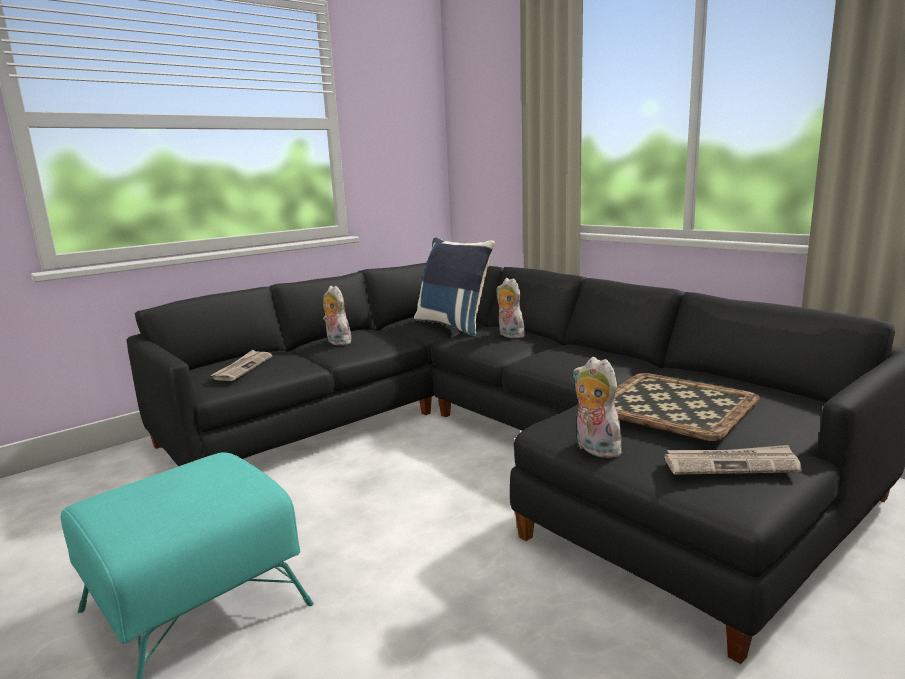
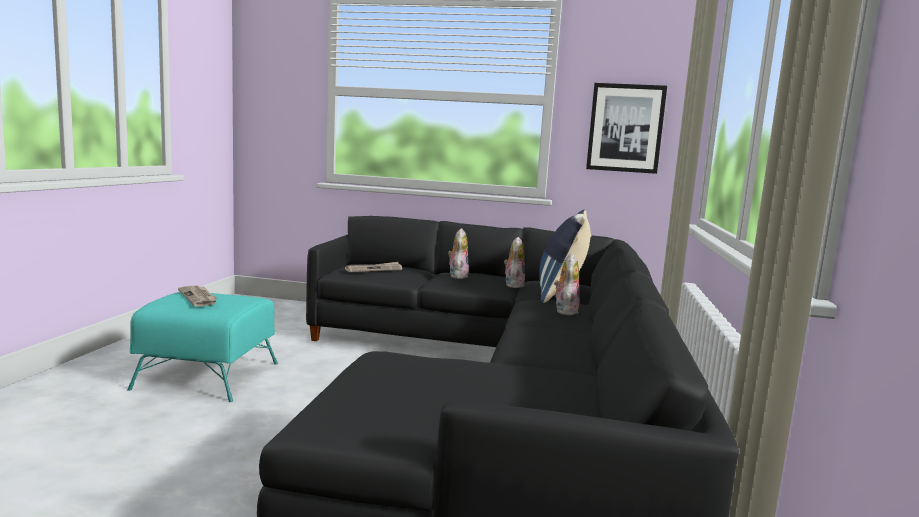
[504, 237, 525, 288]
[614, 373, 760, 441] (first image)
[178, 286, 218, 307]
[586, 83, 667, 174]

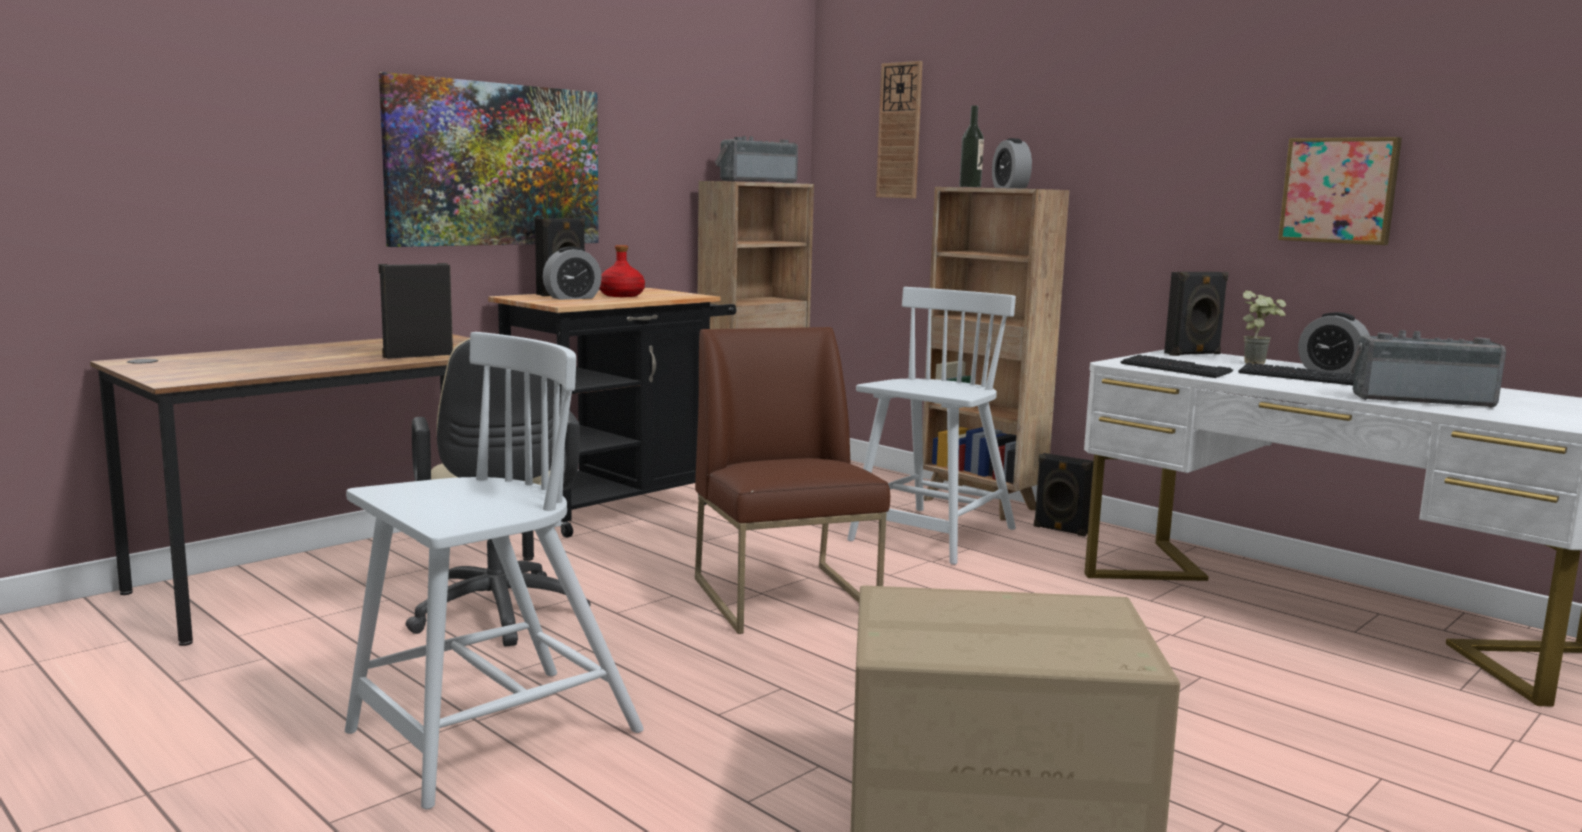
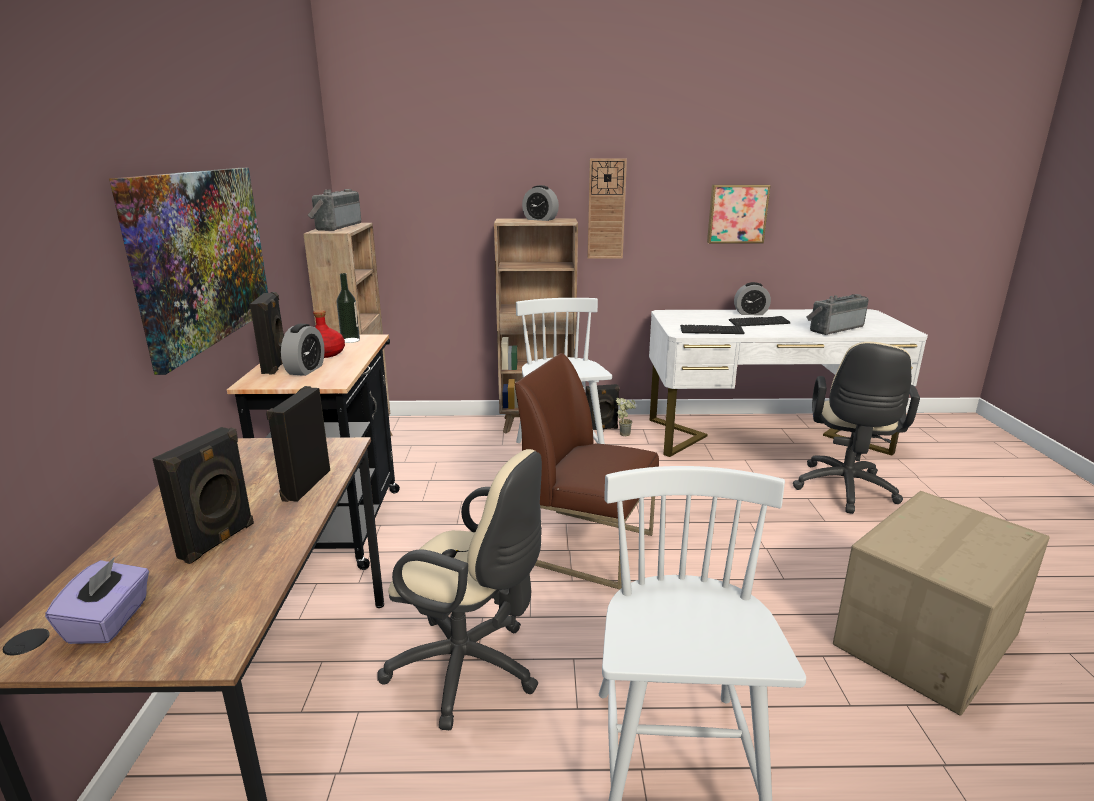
[587, 158, 627, 259]
[336, 273, 360, 343]
[152, 427, 254, 564]
[616, 398, 636, 436]
[793, 342, 920, 514]
[45, 557, 149, 644]

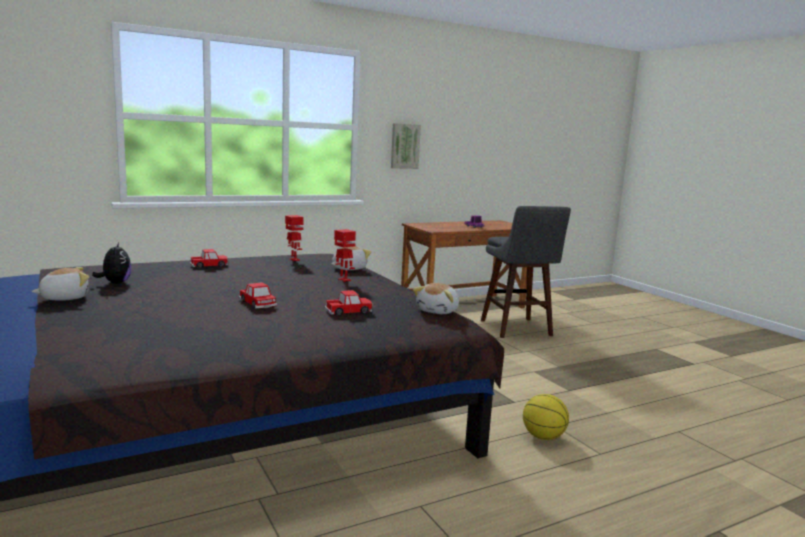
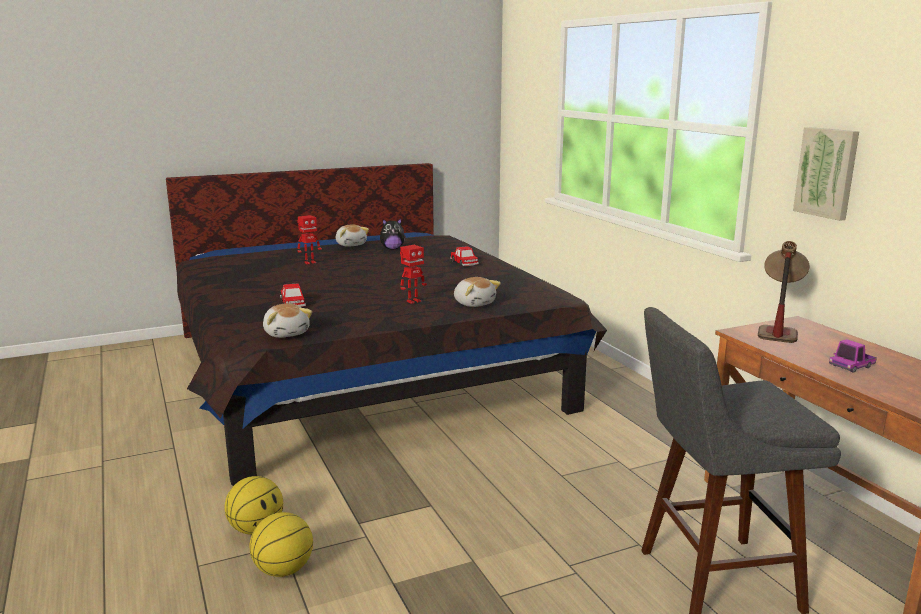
[297, 215, 322, 264]
[239, 282, 277, 309] (first image)
[263, 303, 312, 338]
[758, 241, 809, 343]
[249, 512, 313, 577]

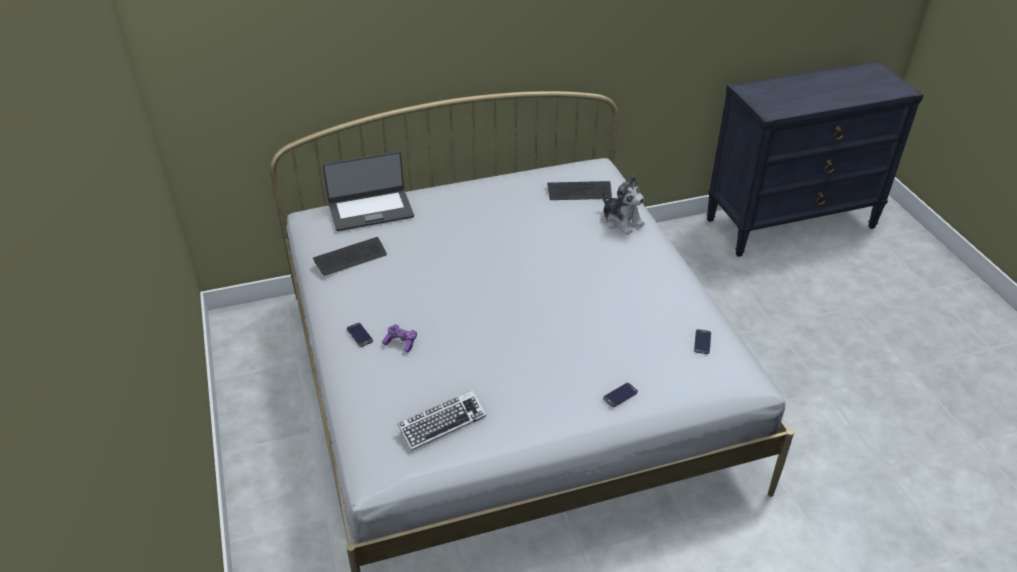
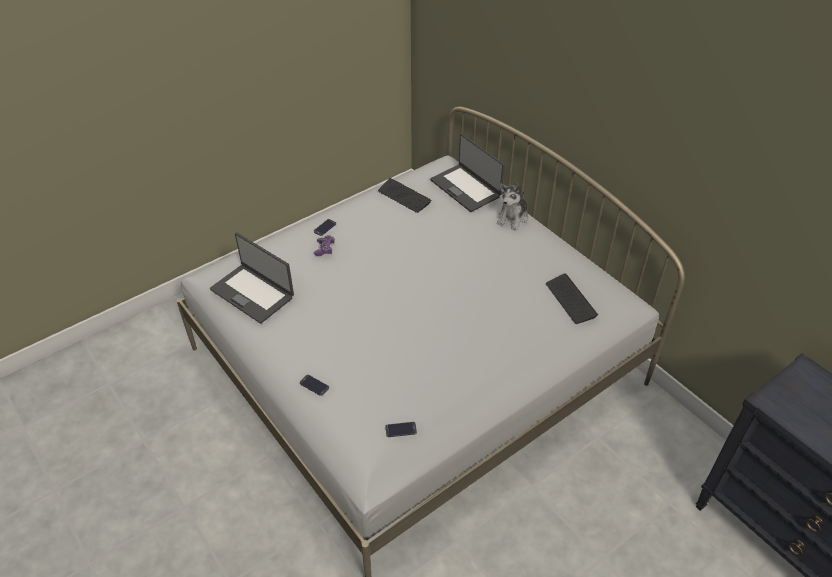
[497, 184, 528, 230]
[210, 233, 294, 323]

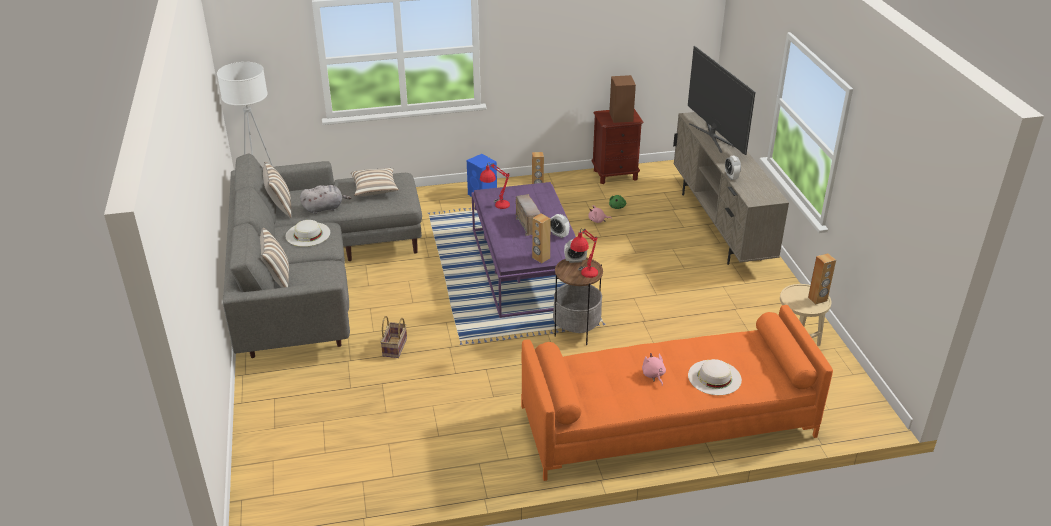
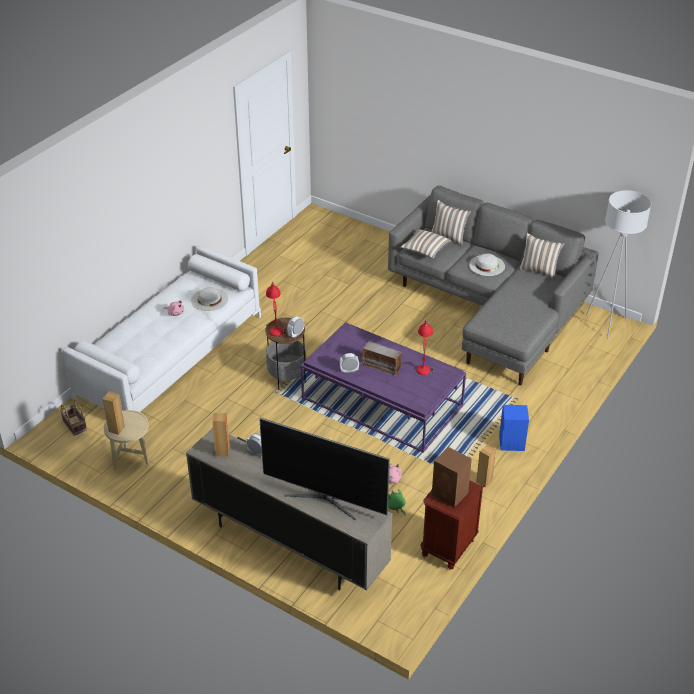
[401, 229, 452, 259]
[300, 185, 352, 214] (first image)
[212, 413, 230, 456]
[63, 245, 261, 412]
[60, 399, 87, 436]
[191, 287, 228, 311]

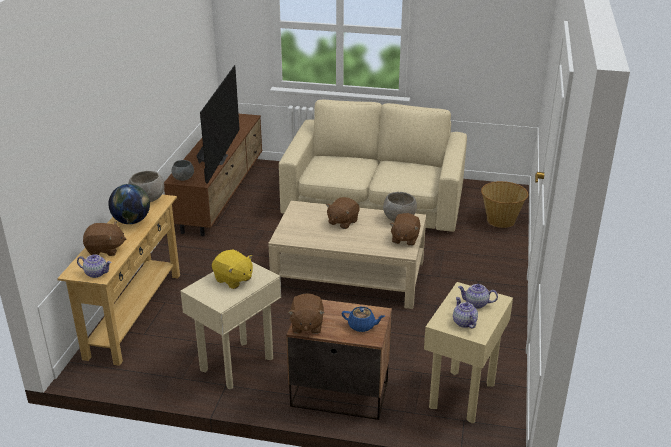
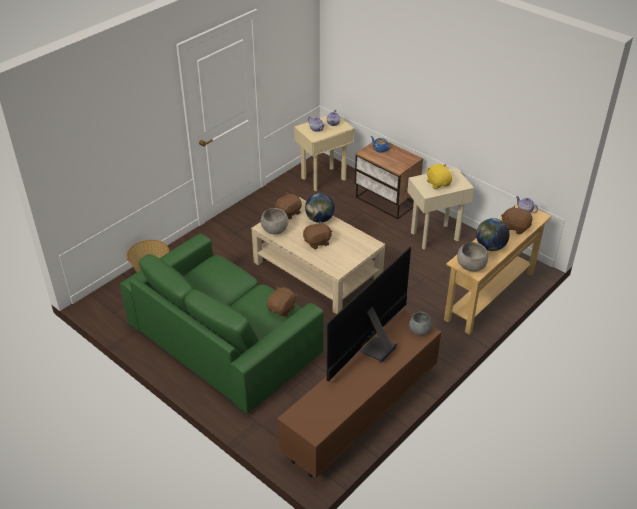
[120, 234, 324, 414]
[267, 286, 297, 317]
[305, 193, 335, 223]

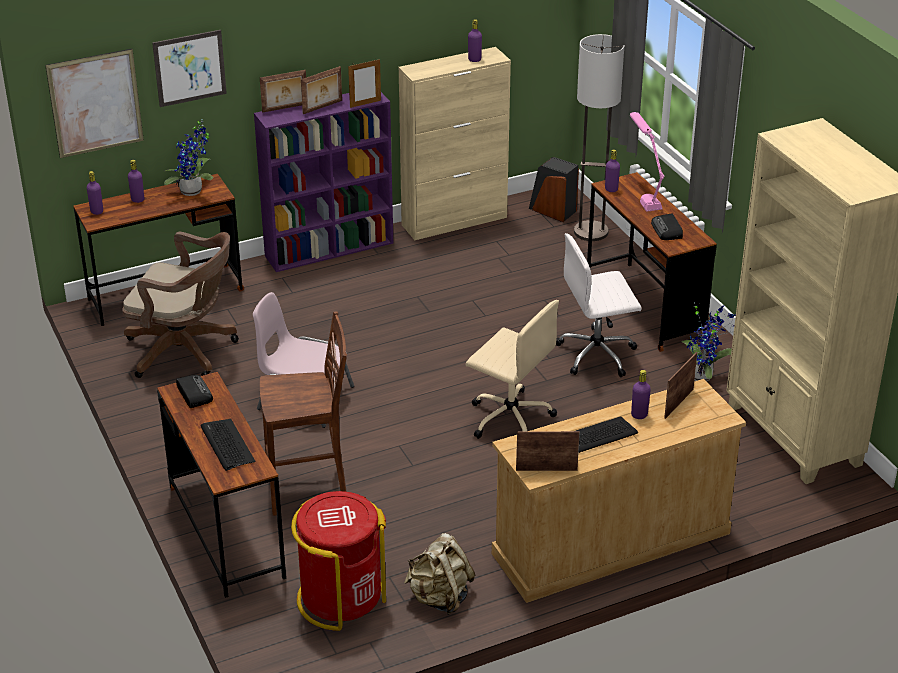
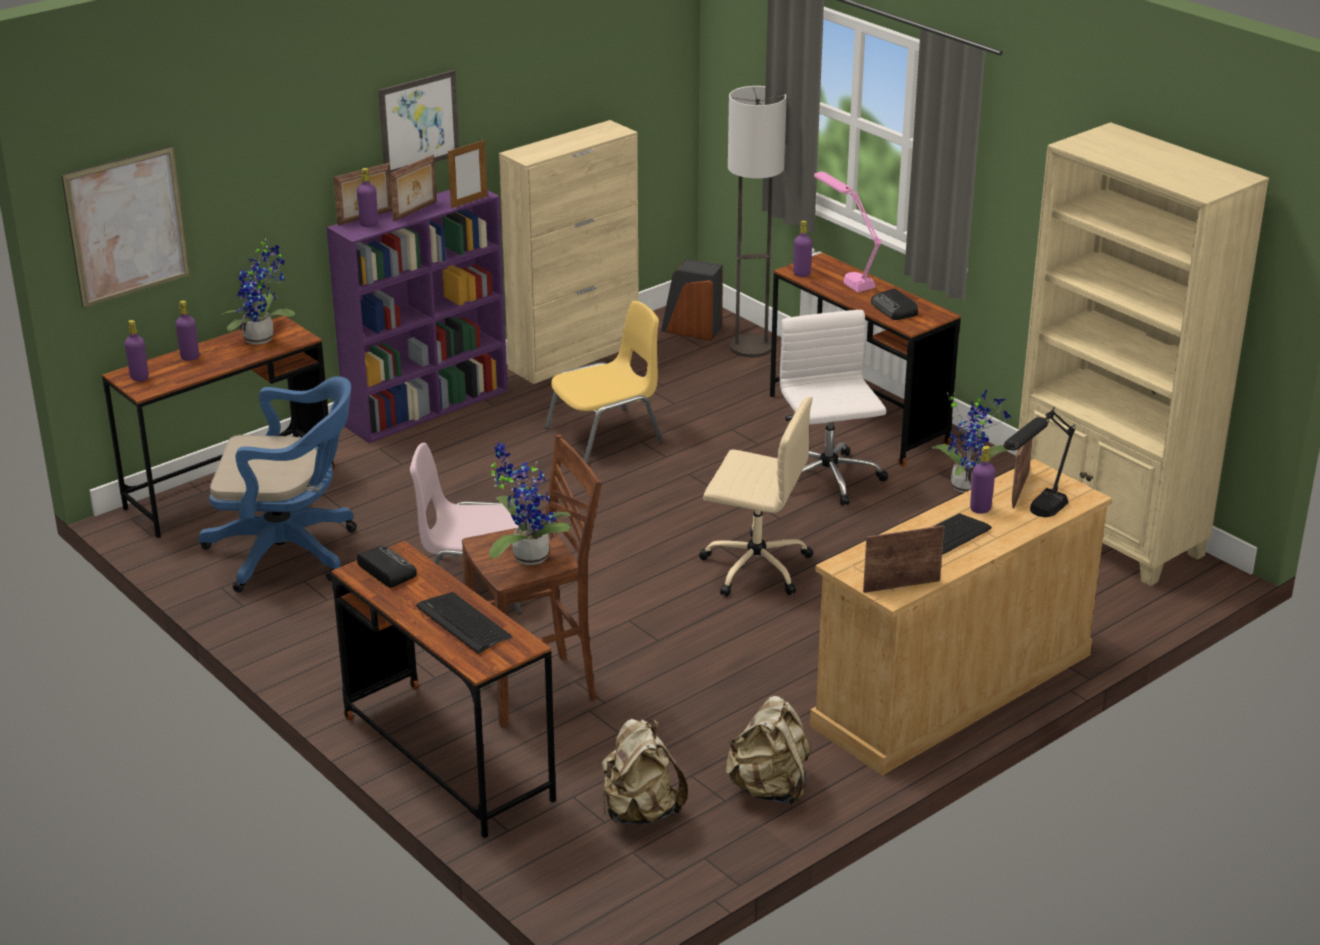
[357, 168, 378, 227]
[378, 70, 459, 173]
[199, 376, 357, 592]
[780, 310, 888, 506]
[602, 719, 688, 825]
[545, 301, 663, 464]
[1004, 407, 1075, 517]
[489, 442, 571, 565]

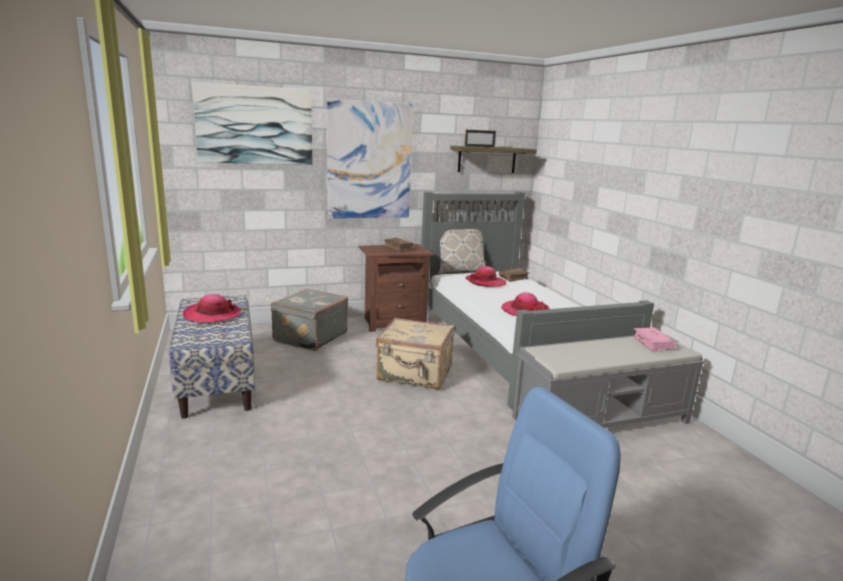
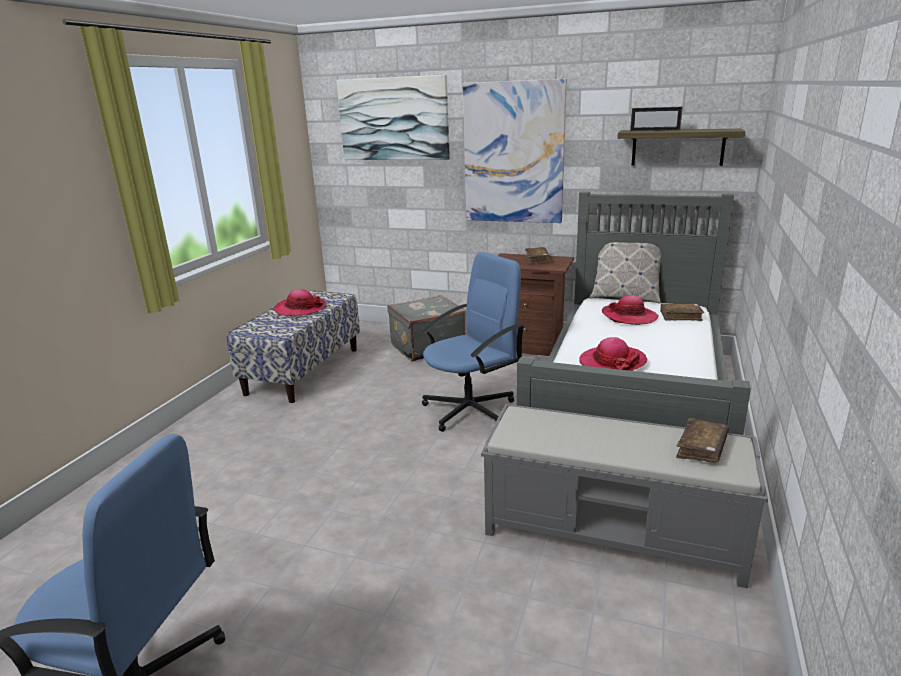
[422, 252, 525, 432]
[676, 418, 729, 463]

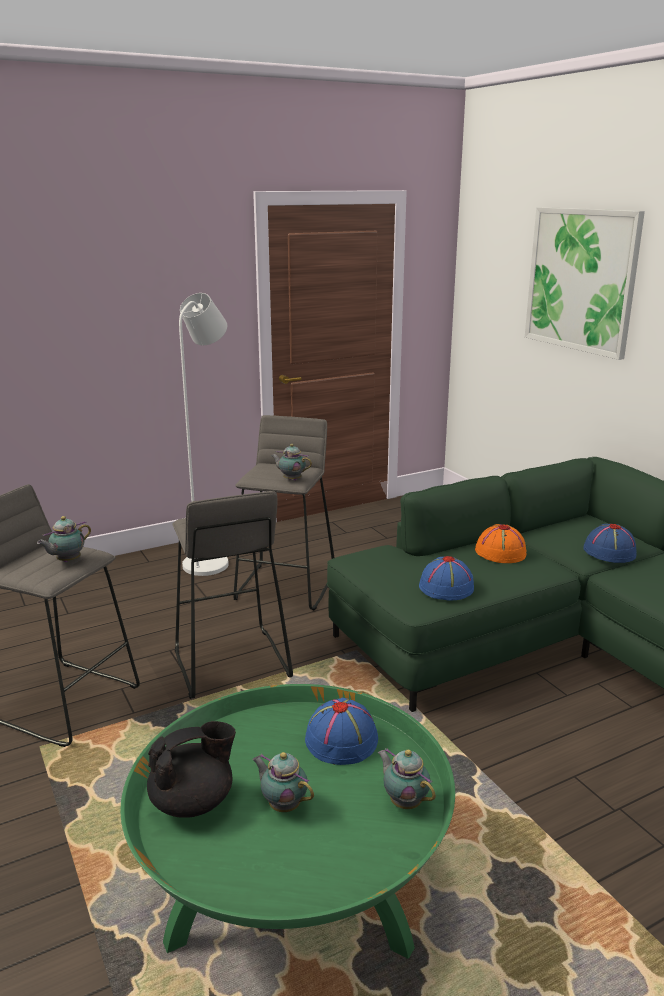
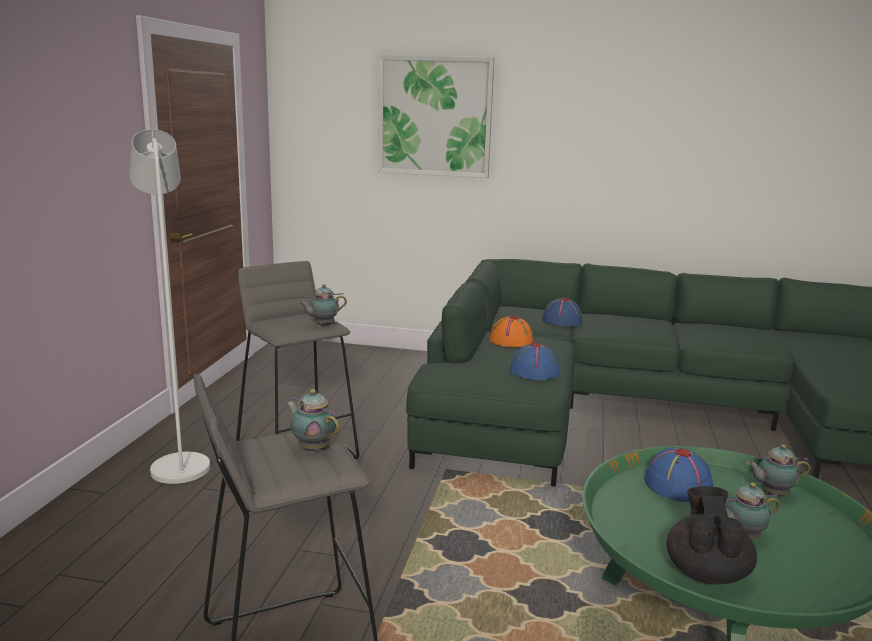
[173, 491, 293, 699] (first image)
[286, 389, 339, 451]

